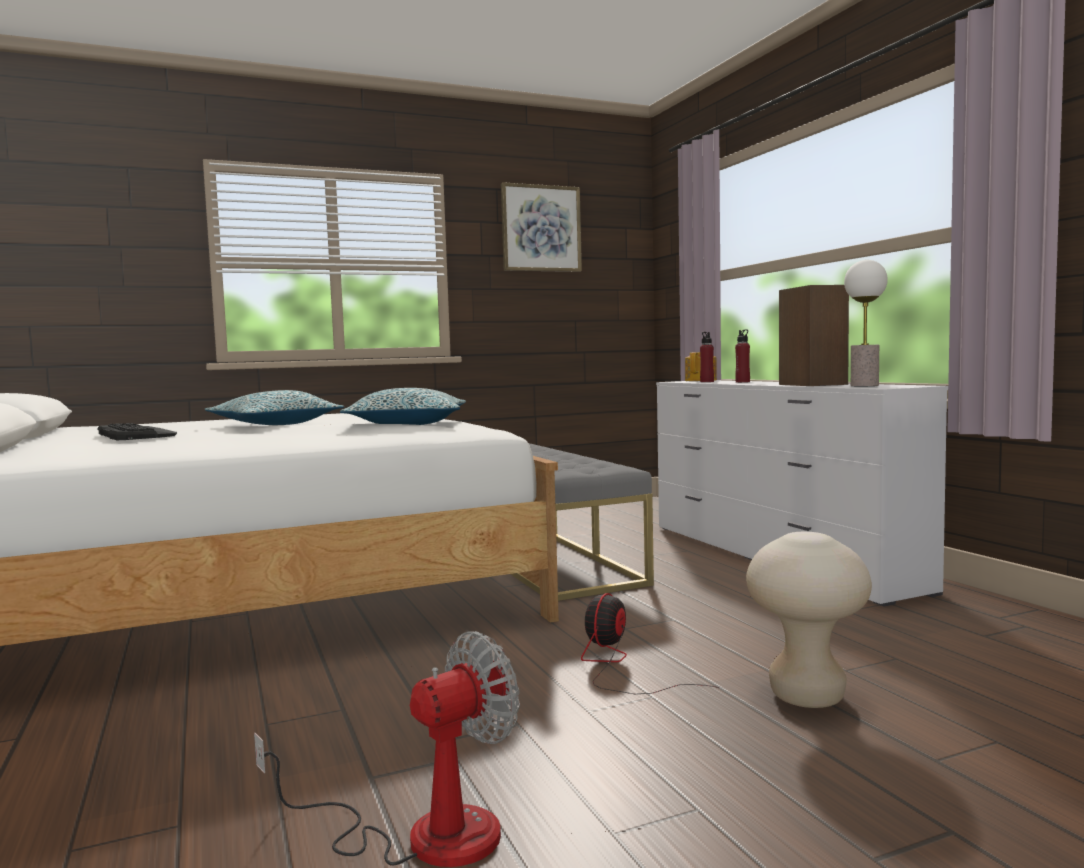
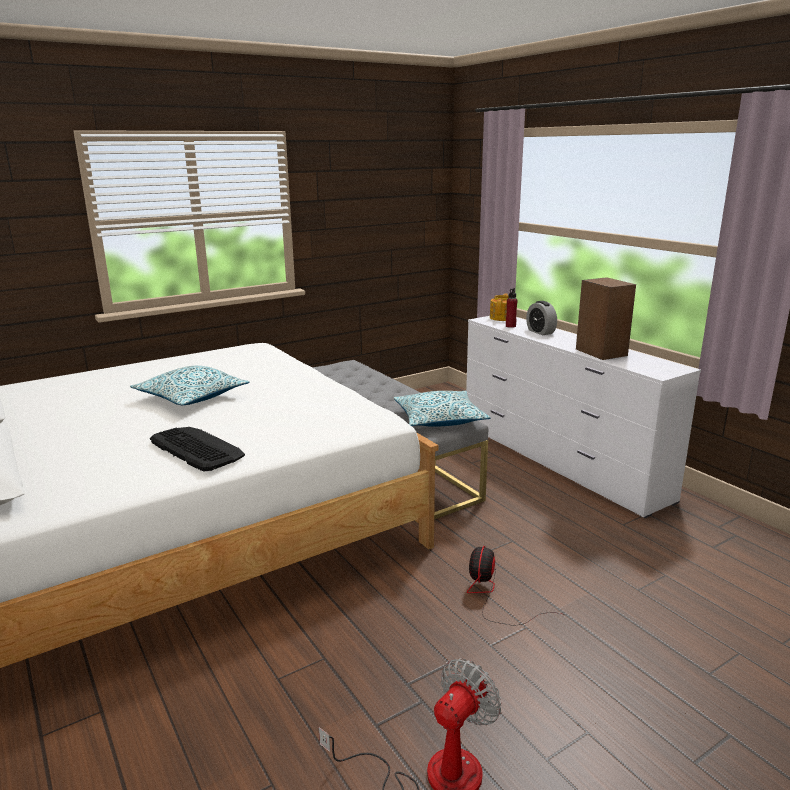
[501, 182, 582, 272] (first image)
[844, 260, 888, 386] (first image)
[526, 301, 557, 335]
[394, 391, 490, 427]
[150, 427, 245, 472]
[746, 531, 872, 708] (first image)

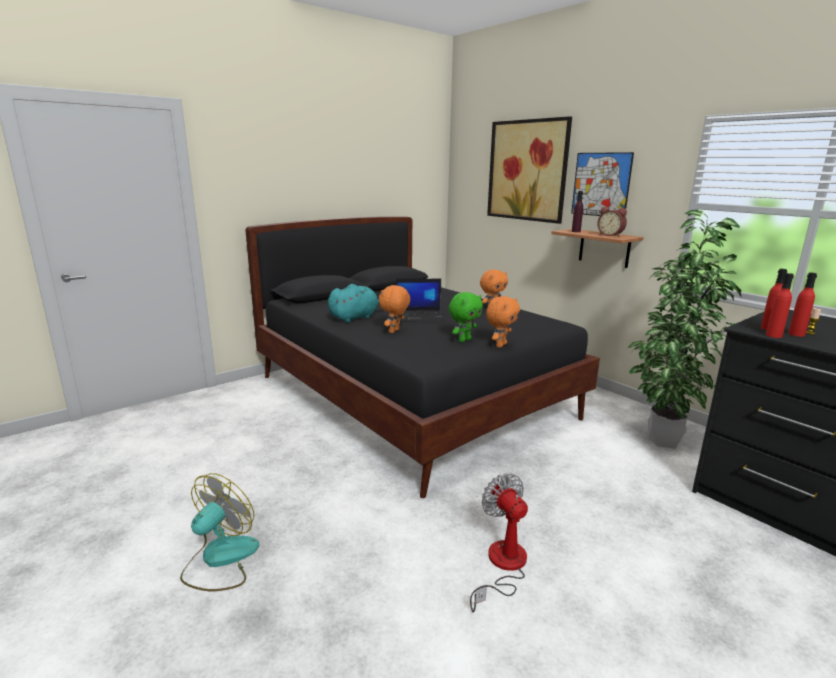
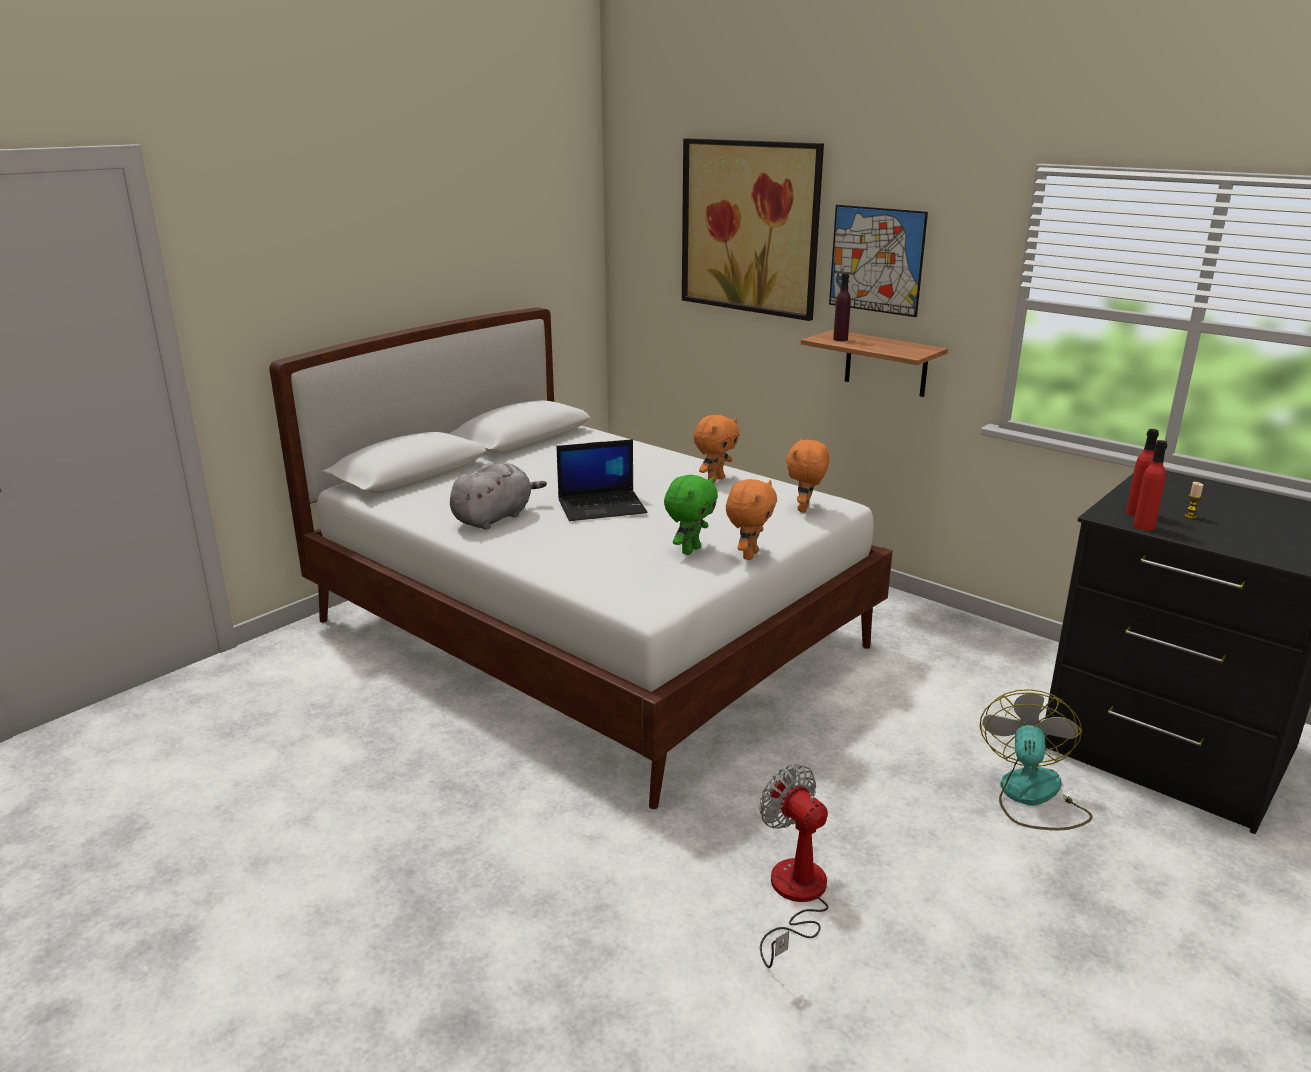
[597, 207, 627, 237] (first image)
[627, 210, 742, 449] (first image)
[269, 307, 893, 809]
[788, 273, 817, 337] (first image)
[450, 463, 547, 530]
[786, 438, 829, 513]
[980, 689, 1093, 830]

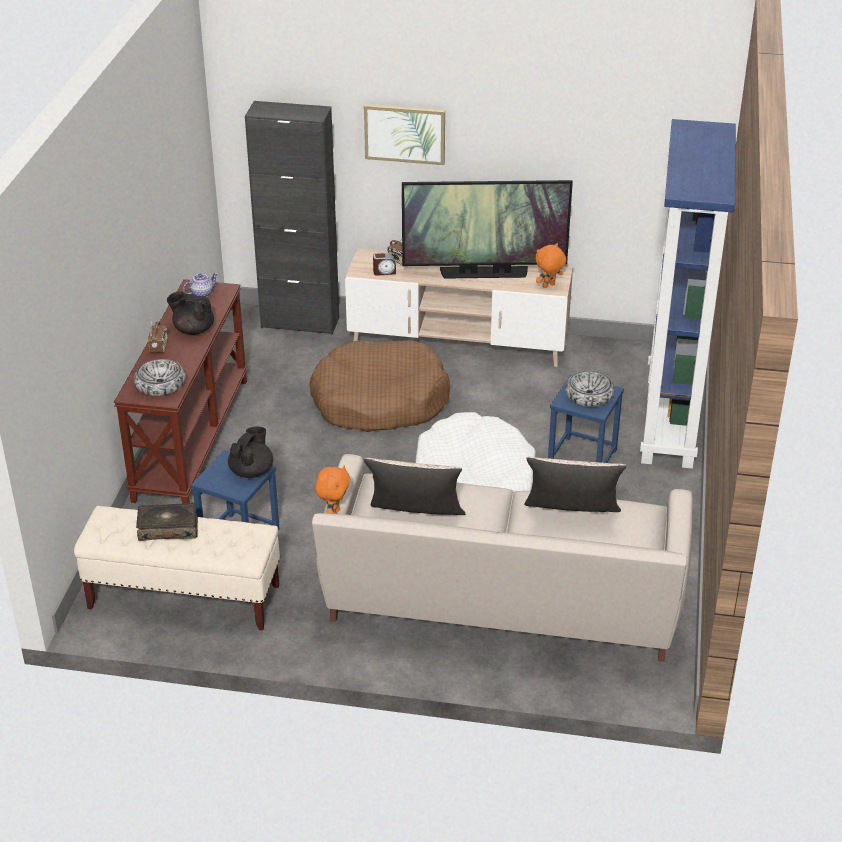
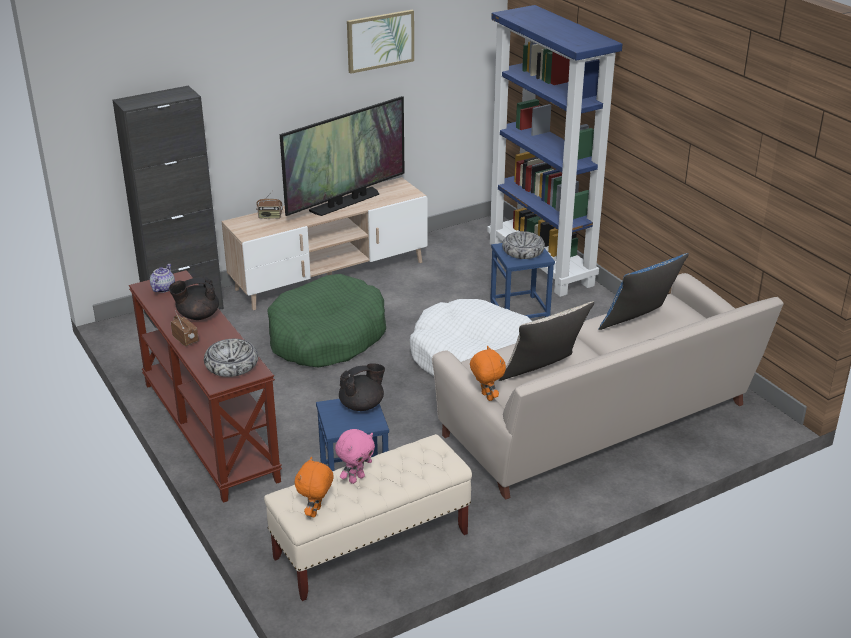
[347, 10, 414, 74]
[294, 457, 334, 517]
[373, 253, 396, 276] (first image)
[267, 274, 386, 367]
[339, 363, 385, 411]
[598, 253, 689, 330]
[335, 429, 375, 484]

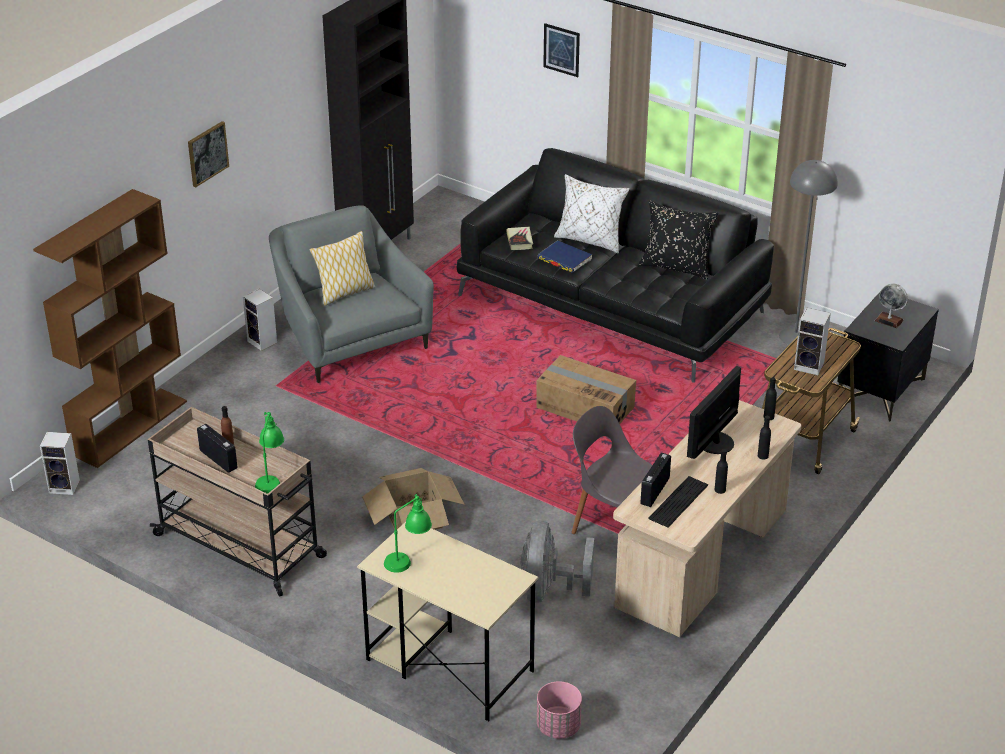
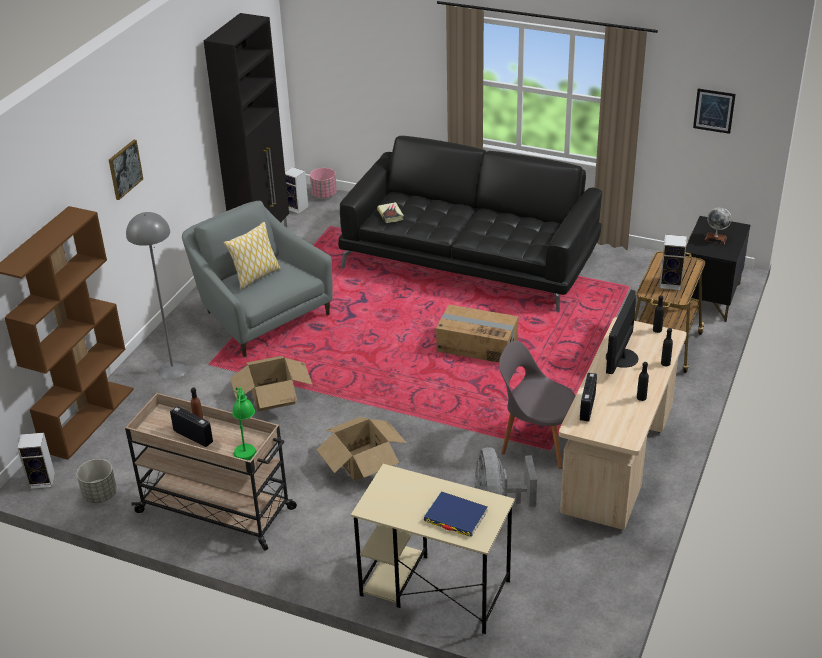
[693, 88, 736, 134]
[126, 212, 188, 379]
[554, 174, 630, 254] (first image)
[639, 201, 718, 280] (first image)
[424, 491, 488, 537]
[285, 167, 308, 214]
[648, 476, 708, 527] (first image)
[384, 494, 432, 573] (first image)
[310, 168, 337, 198]
[230, 356, 312, 412]
[77, 459, 117, 503]

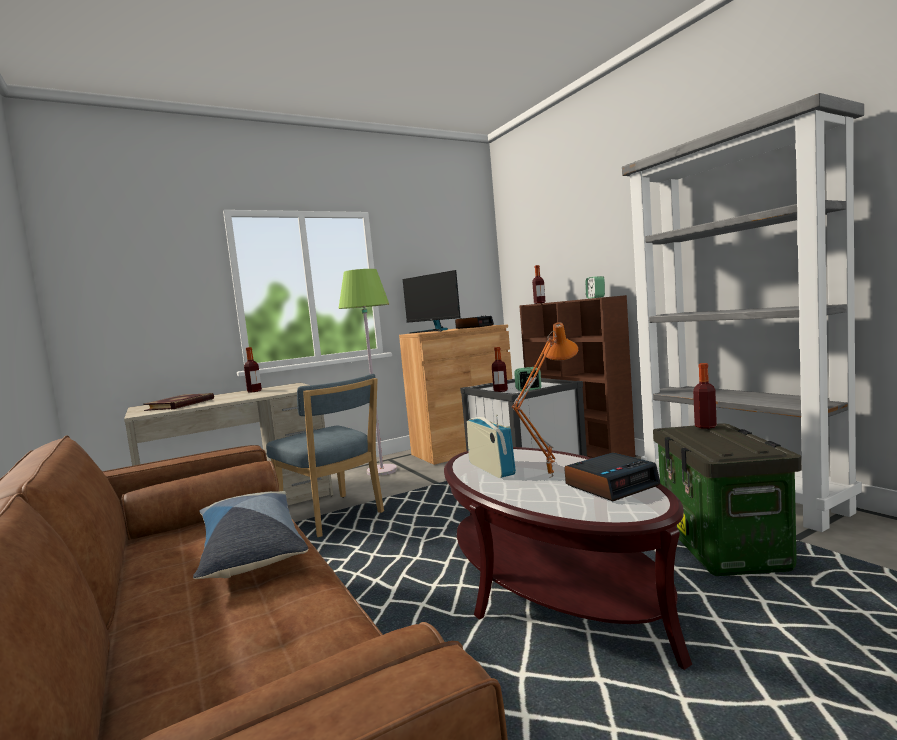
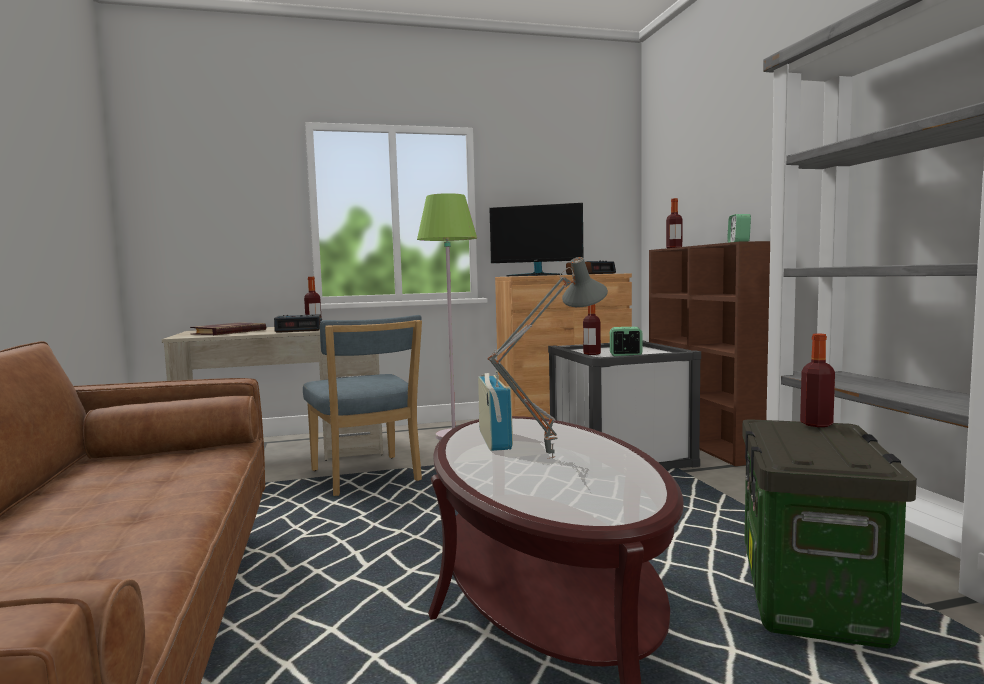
[489, 203, 583, 276]
[488, 257, 608, 459]
[274, 314, 322, 333]
[193, 491, 308, 579] (first image)

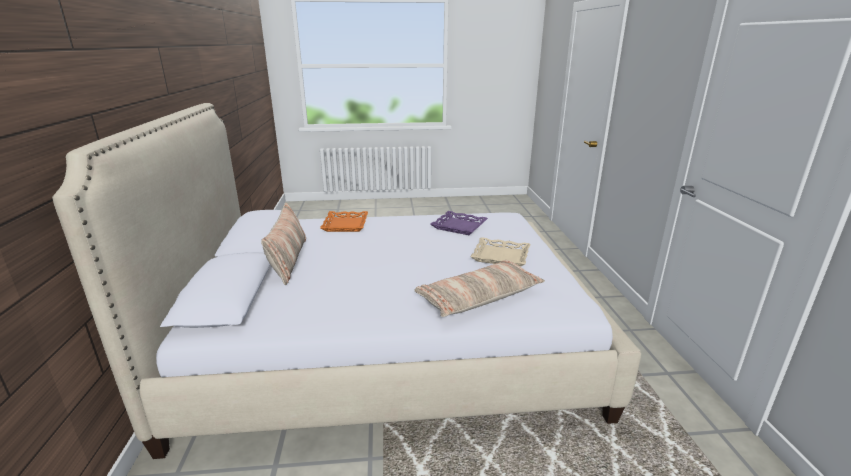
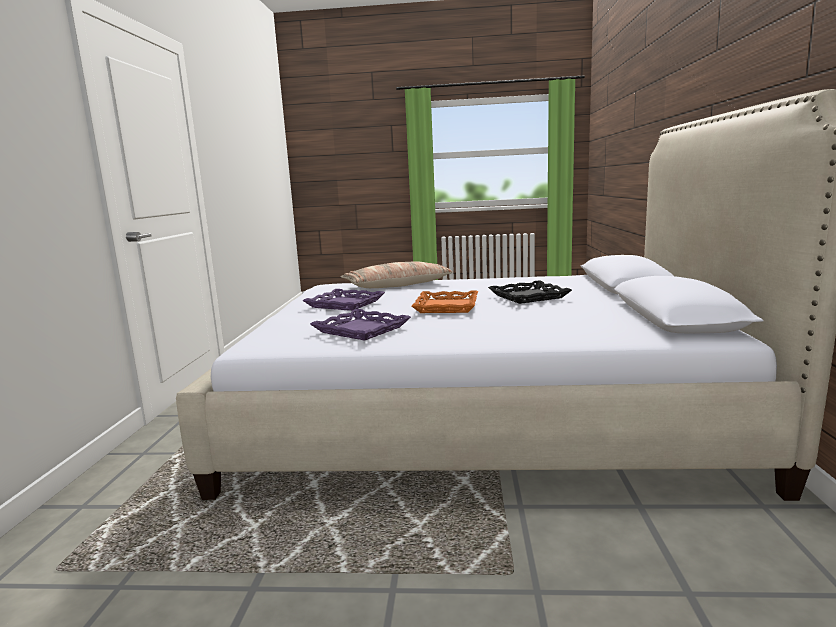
[261, 203, 306, 285] (first image)
[412, 290, 478, 313]
[302, 289, 385, 311]
[488, 280, 572, 304]

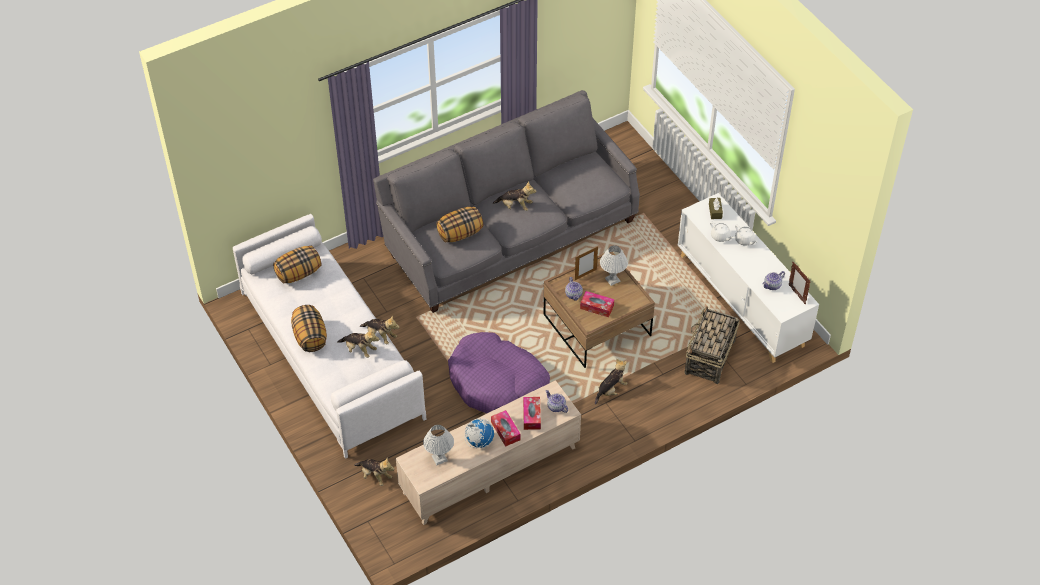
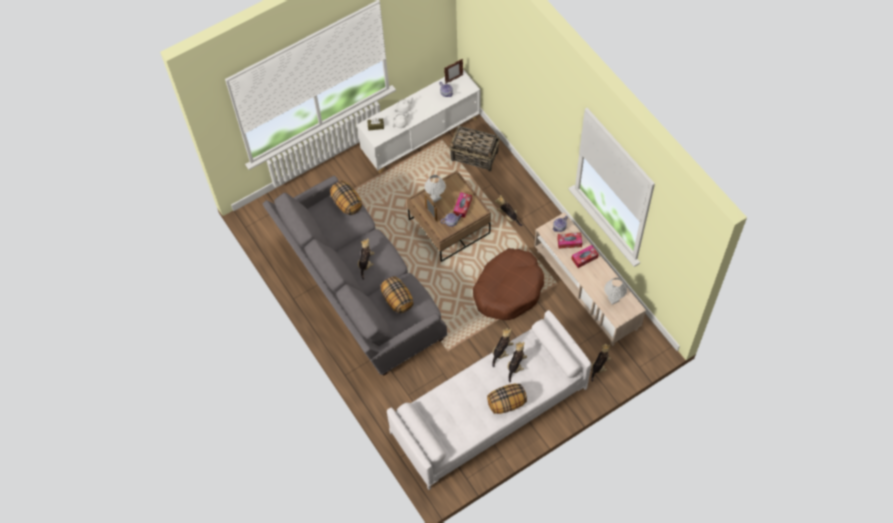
[330, 181, 362, 215]
[473, 248, 544, 320]
[465, 418, 494, 448] (first image)

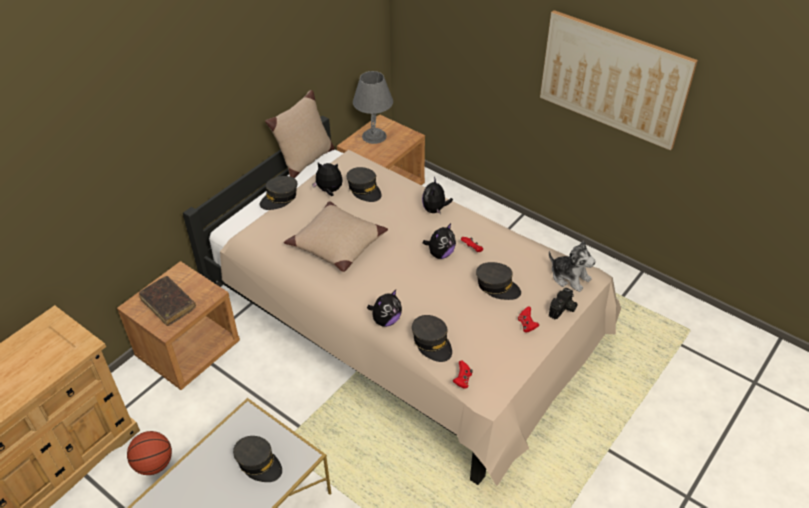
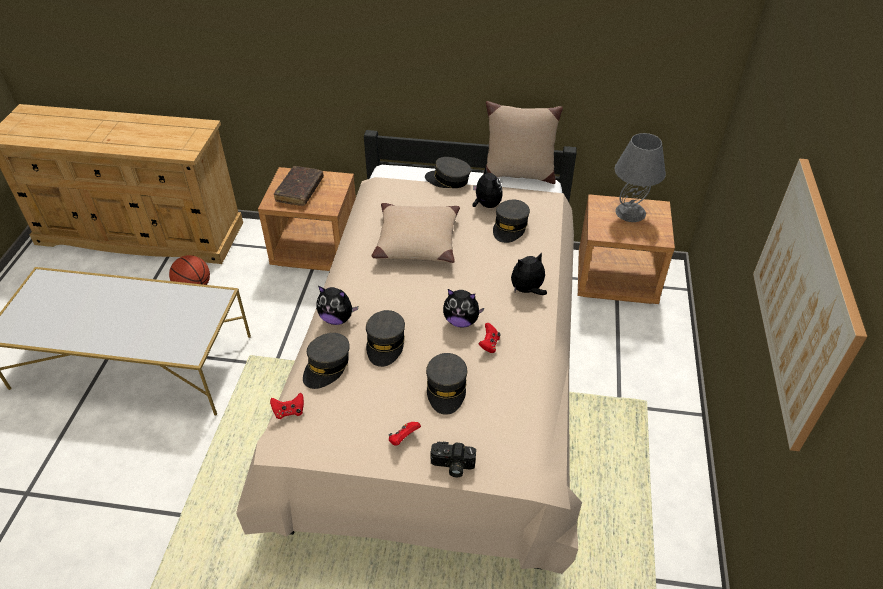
[549, 241, 596, 292] (first image)
[366, 310, 405, 367]

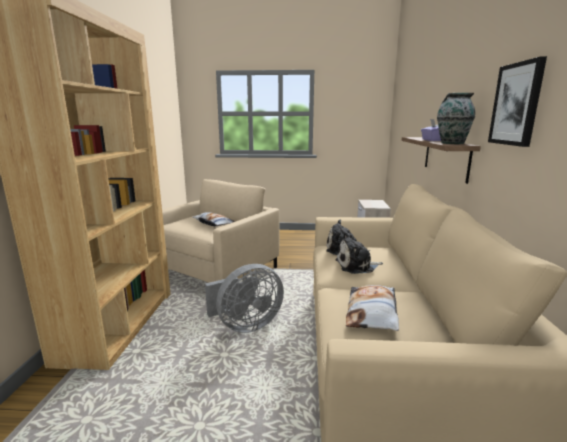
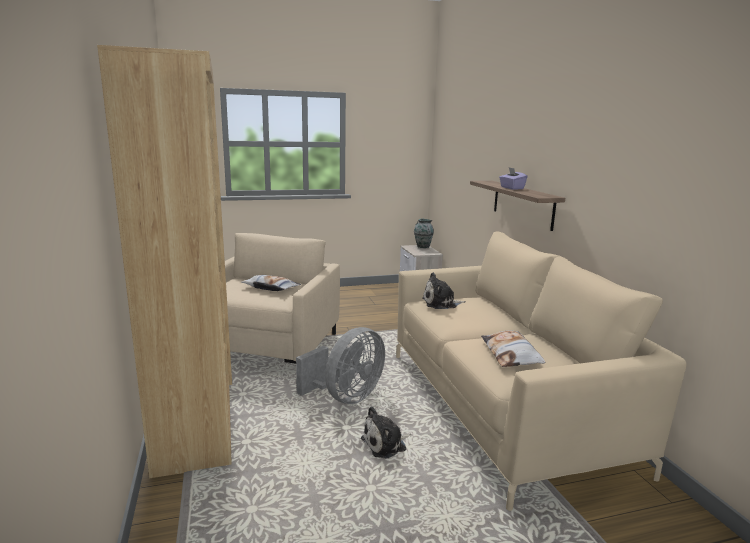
[488, 56, 547, 147] (first image)
[414, 219, 434, 248]
[361, 406, 412, 459]

